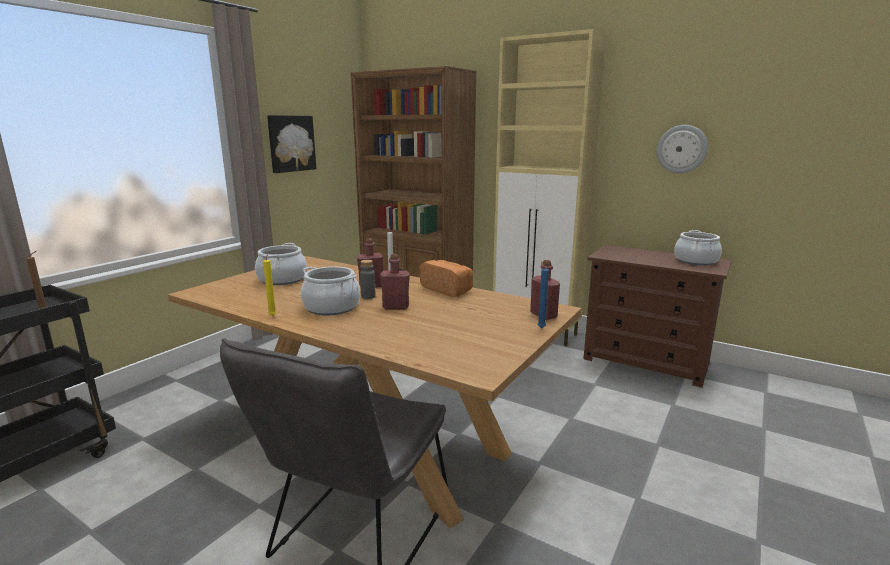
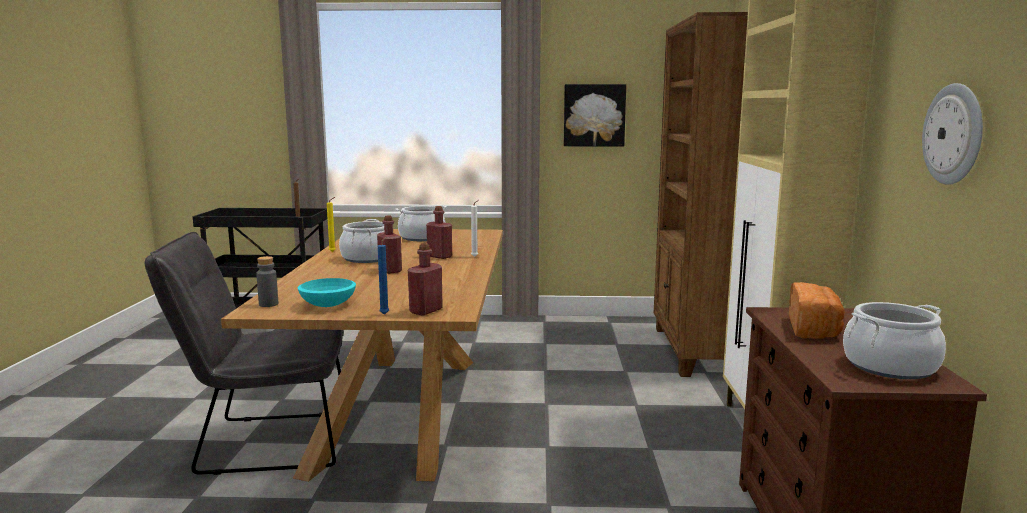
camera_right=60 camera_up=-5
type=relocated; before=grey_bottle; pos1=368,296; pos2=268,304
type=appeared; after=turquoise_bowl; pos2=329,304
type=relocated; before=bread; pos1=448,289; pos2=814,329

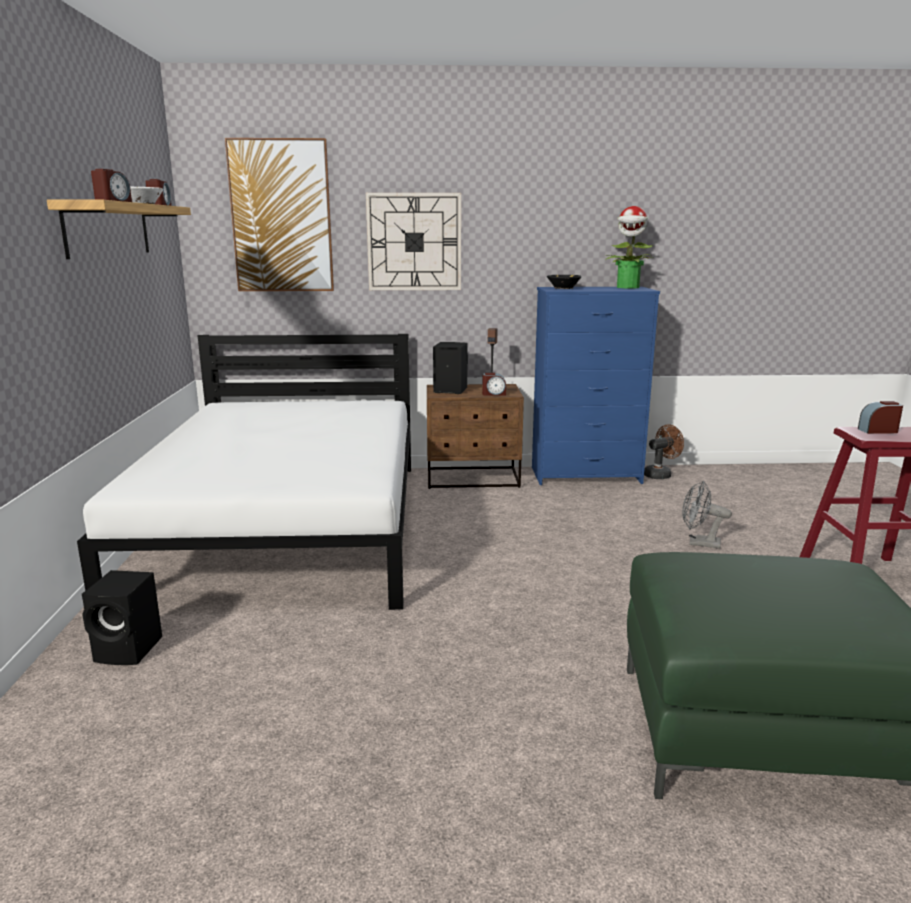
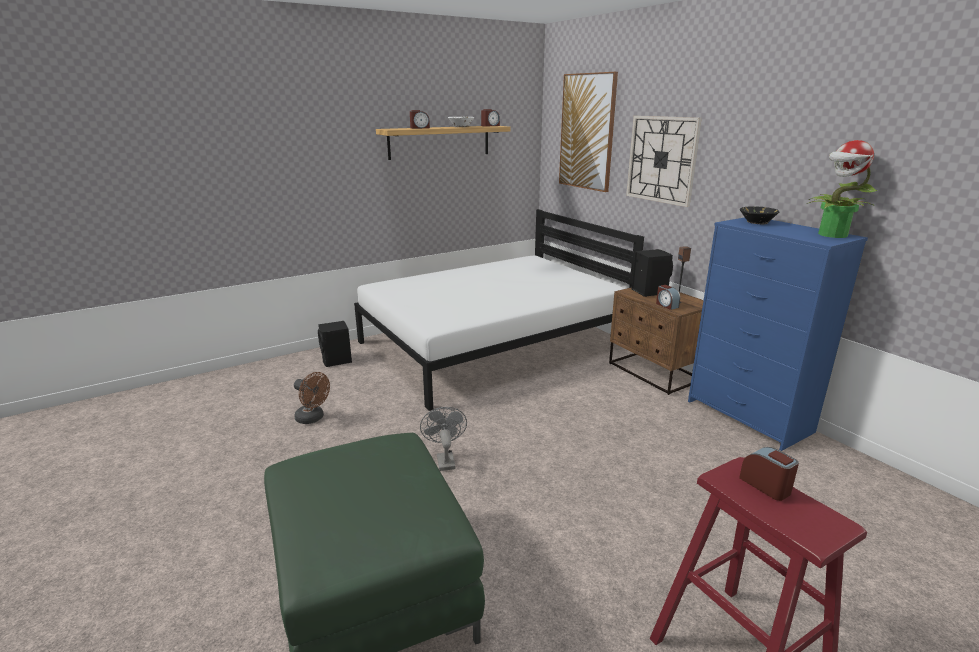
camera_right=60 camera_up=5
type=relocated; before=brown_fan; pos1=660,474; pos2=313,418
type=relocated; before=grey_fan; pos1=699,543; pos2=445,459

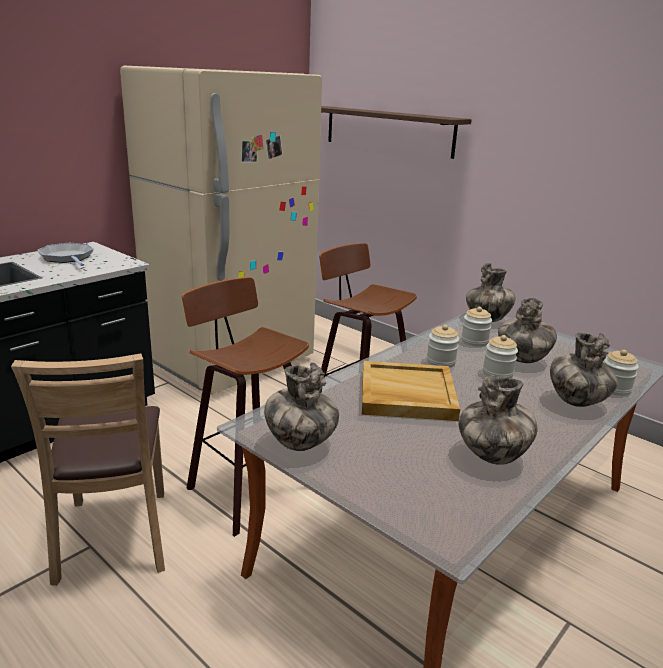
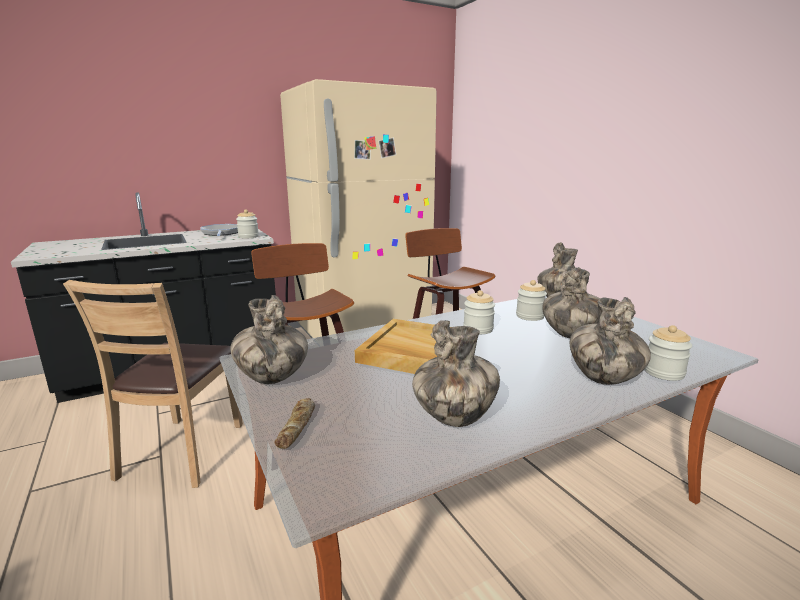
camera_right=20 camera_up=-5
type=relocated; before=jar; pos1=497,373; pos2=248,237
type=appeared; after=bread; pos2=297,426
type=missing; before=shelf; pos1=388,130

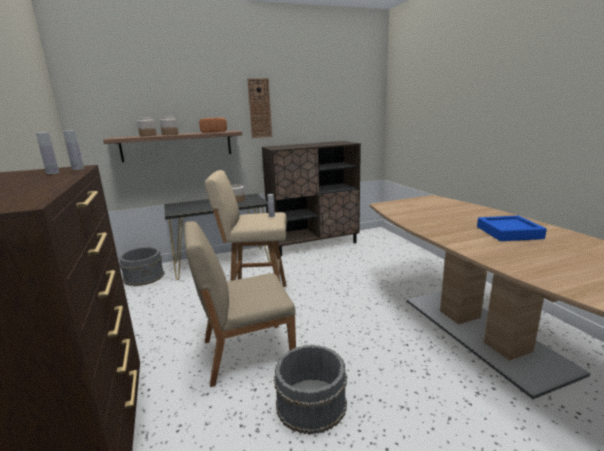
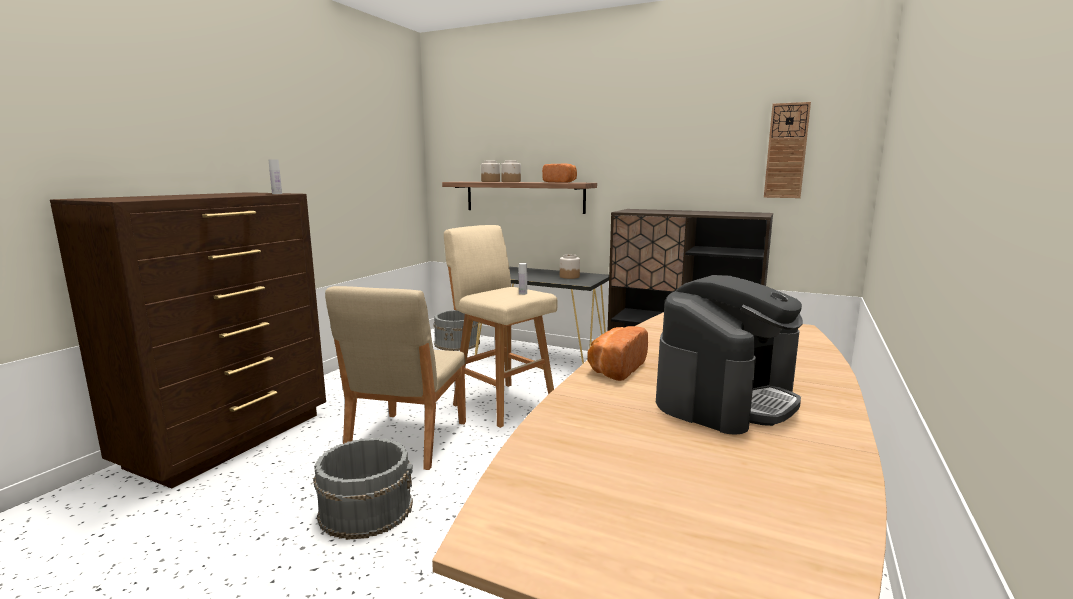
camera_right=45 camera_up=-5
type=spun; before=beige_chair; pos1=246,352; pos2=406,440; turn=-105
type=appeared; after=bread; pos2=615,368
type=exchanged; before=blue_tray; after=coffee_machine; pos1=508,232; pos2=726,398
type=relocated; before=wall_clock; pos1=259,108; pos2=786,151
type=missing; before=white_bottle; pos1=53,173

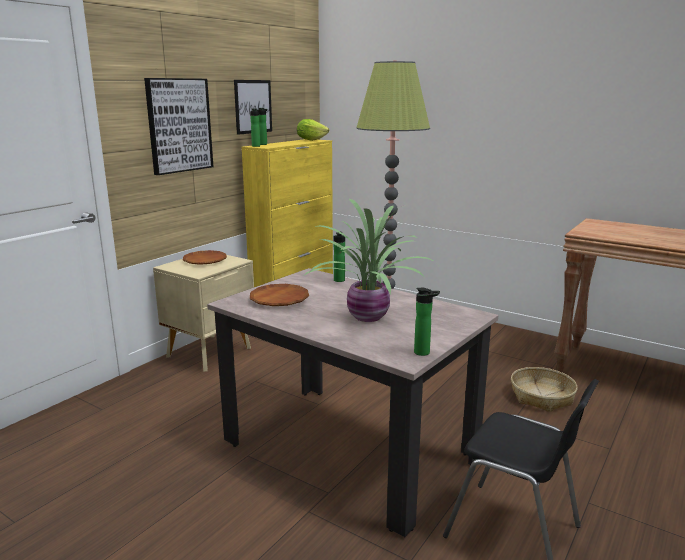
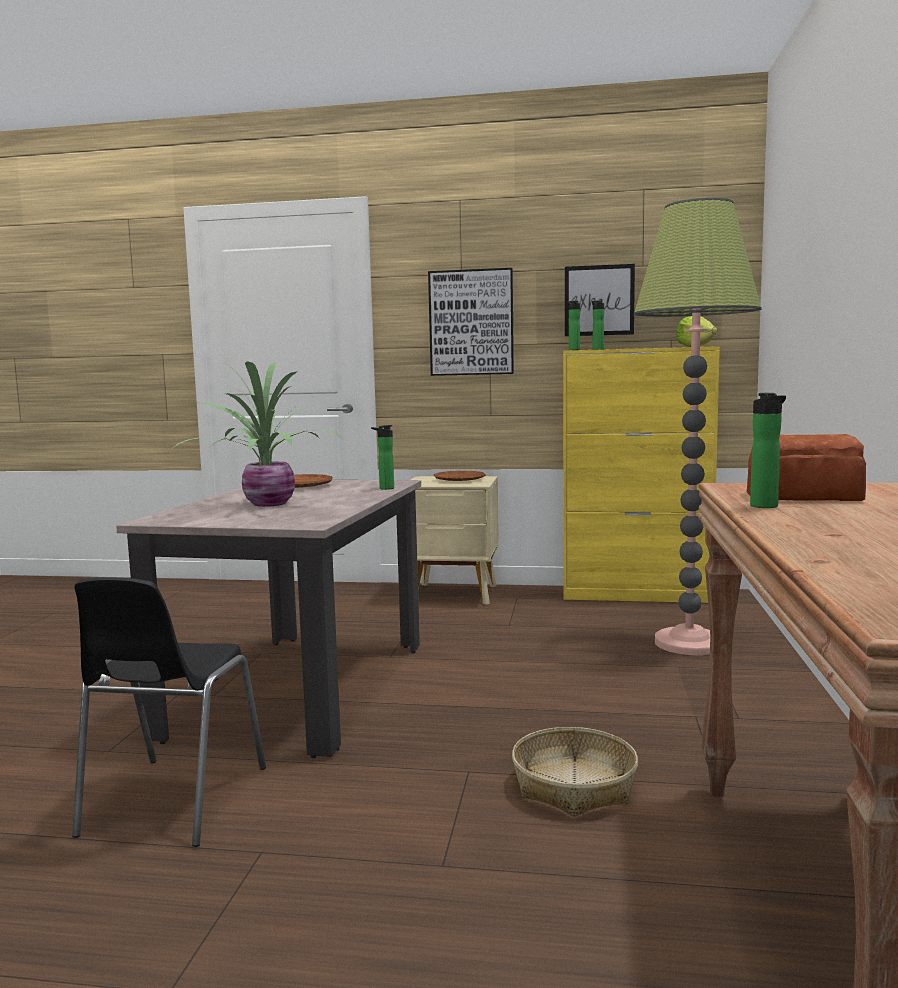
camera_right=65 camera_up=-10
type=appeared; after=bread; pos2=806,497
type=relocated; before=bottle; pos1=424,353; pos2=765,507

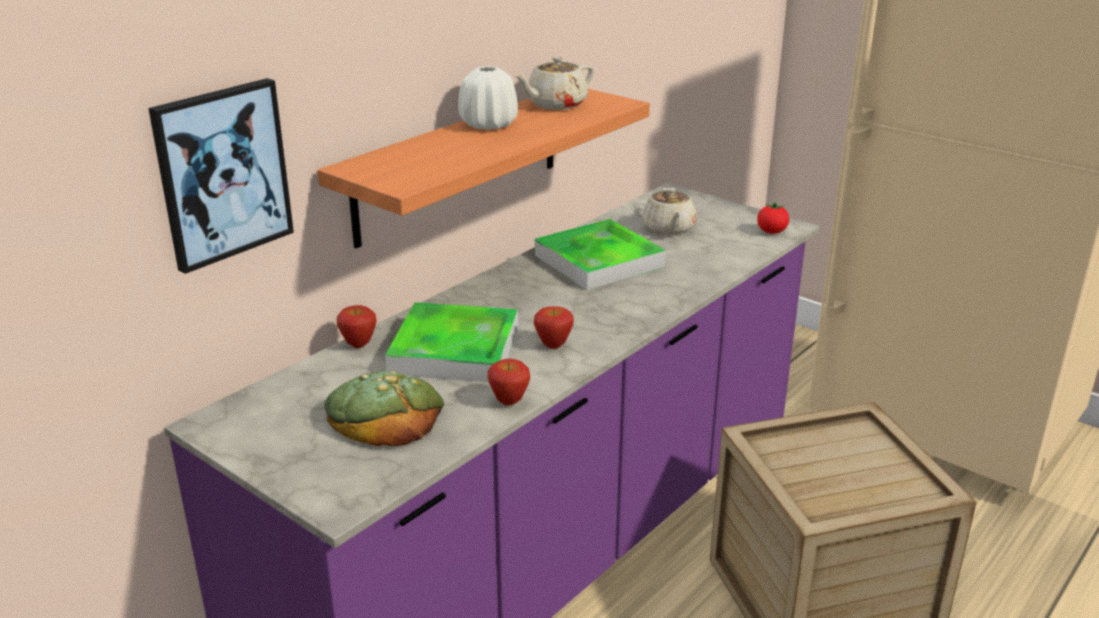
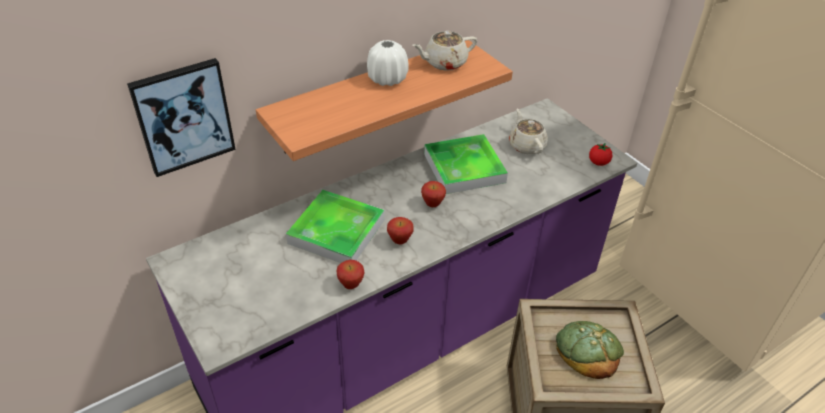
camera_right=15 camera_up=15
type=relocated; before=apple; pos1=359,345; pos2=432,204
type=spun; before=beige_teapot; pos1=668,228; pos2=526,145; turn=150
type=relocated; before=bread; pos1=385,415; pos2=588,350

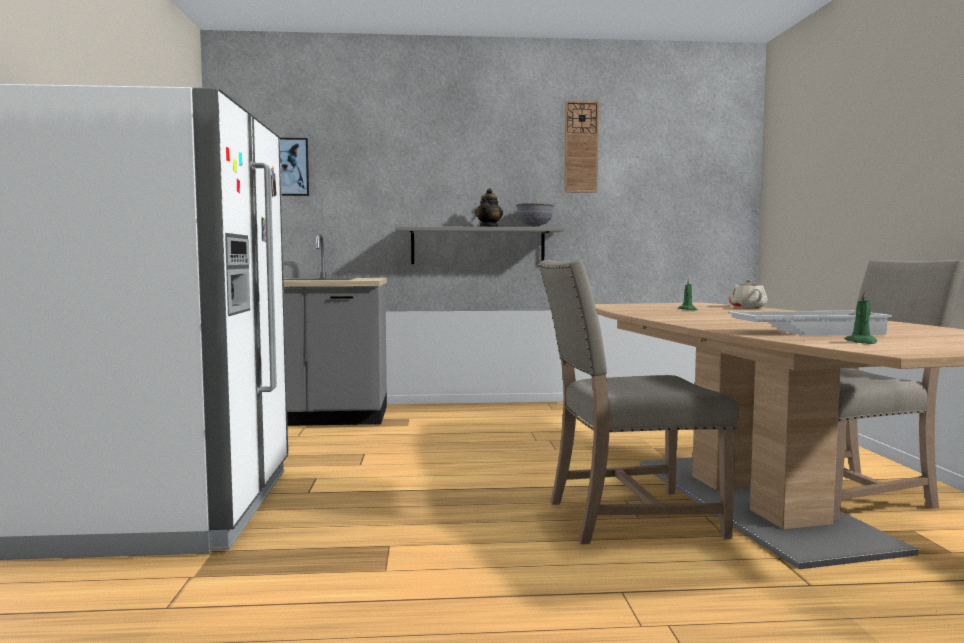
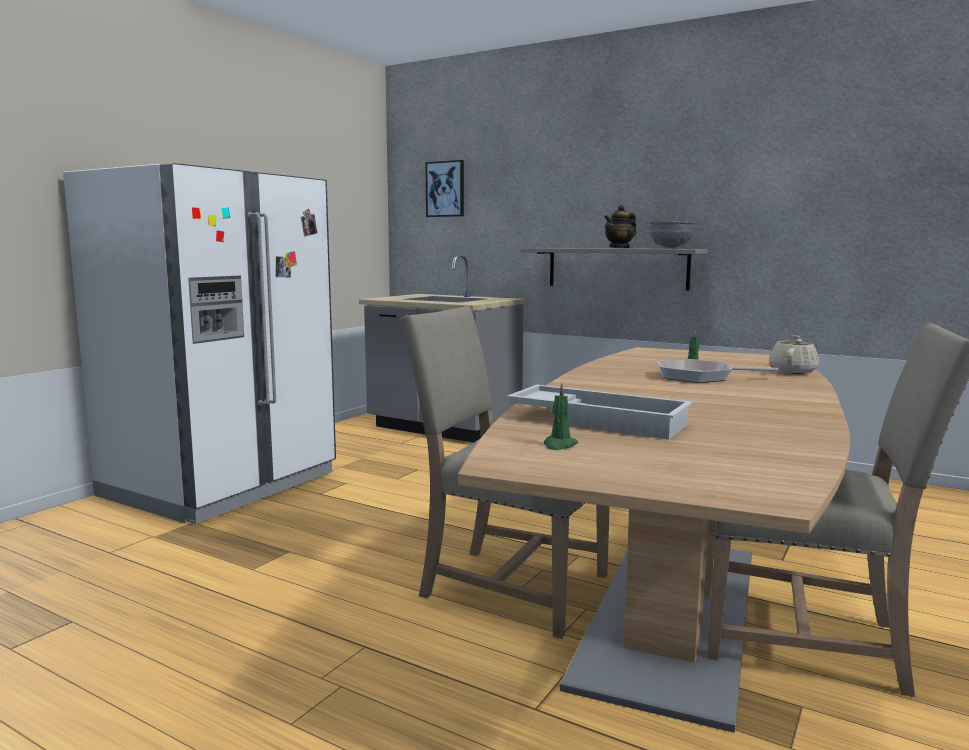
camera_right=35 camera_up=5
type=appeared; after=frying_pan; pos2=700,377
type=missing; before=wall_clock; pos1=581,147

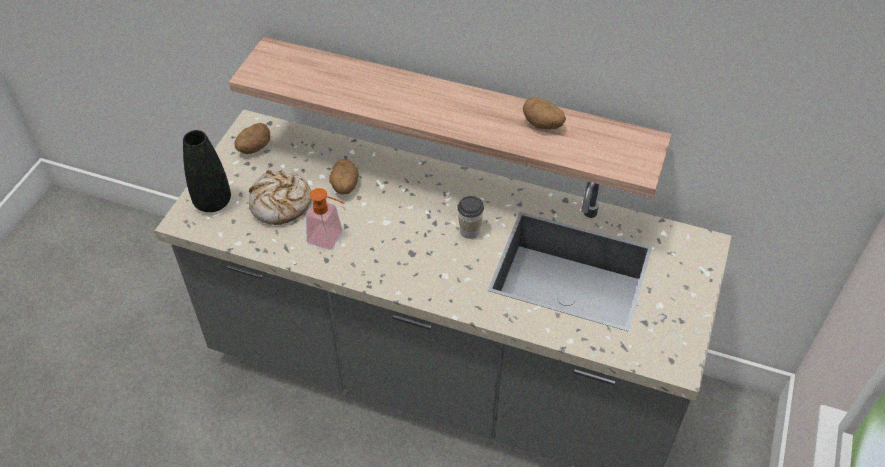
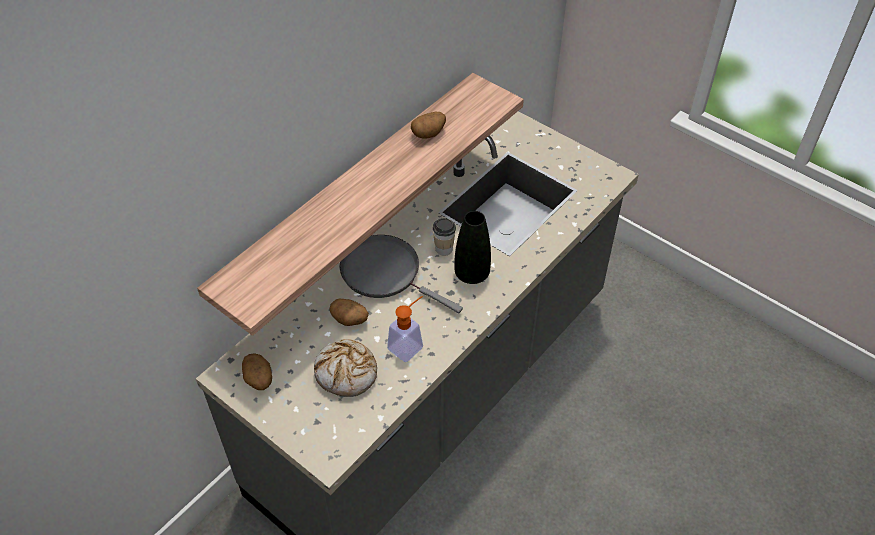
camera_right=-70 camera_up=0
type=appeared; after=grey_frying_pan; pos2=385,273
type=relocated; before=black_vase; pos1=213,202; pos2=472,274

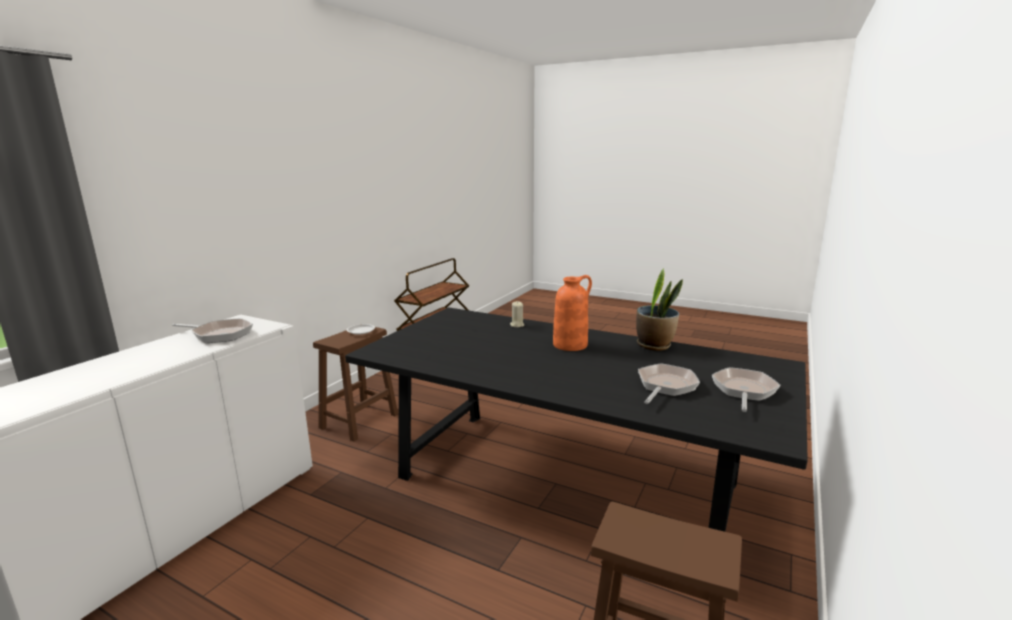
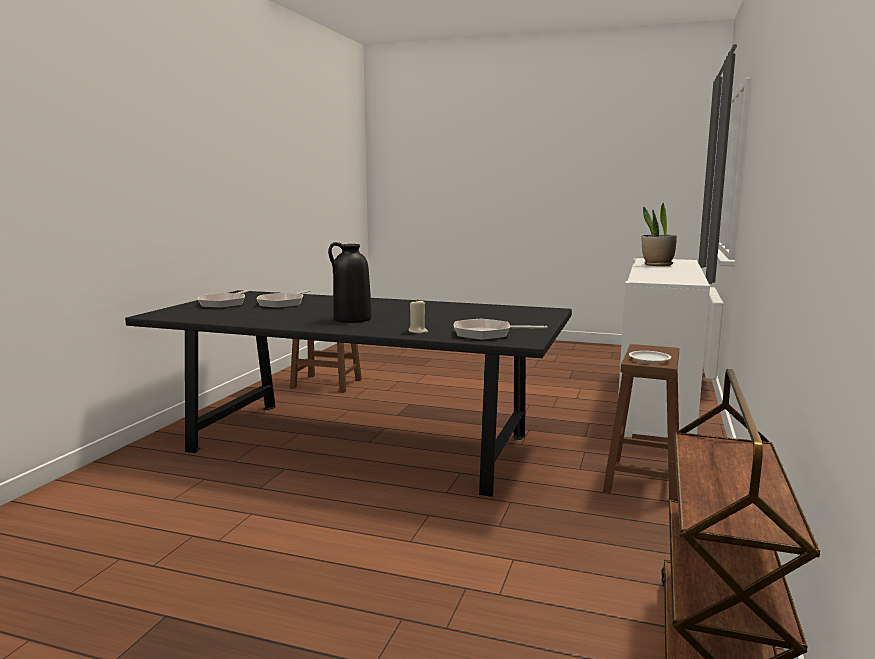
camera_right=170 camera_up=-5
type=colour; before=orange_vase; after=black_vase; pos1=570,344; pos2=352,319
type=relocated; before=frying_pan; pos1=219,334; pos2=487,334
type=relocated; before=potted_plant; pos1=654,345; pos2=657,265

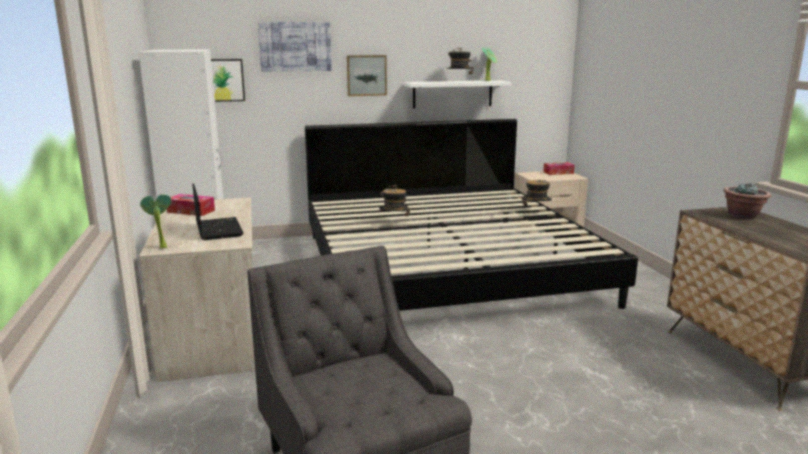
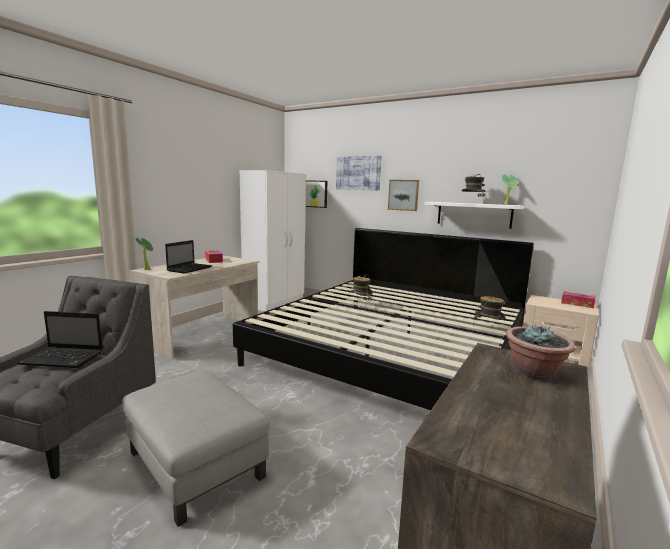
camera_right=45 camera_up=-5
type=appeared; after=laptop; pos2=64,358
type=appeared; after=grey_ottoman; pos2=197,464

